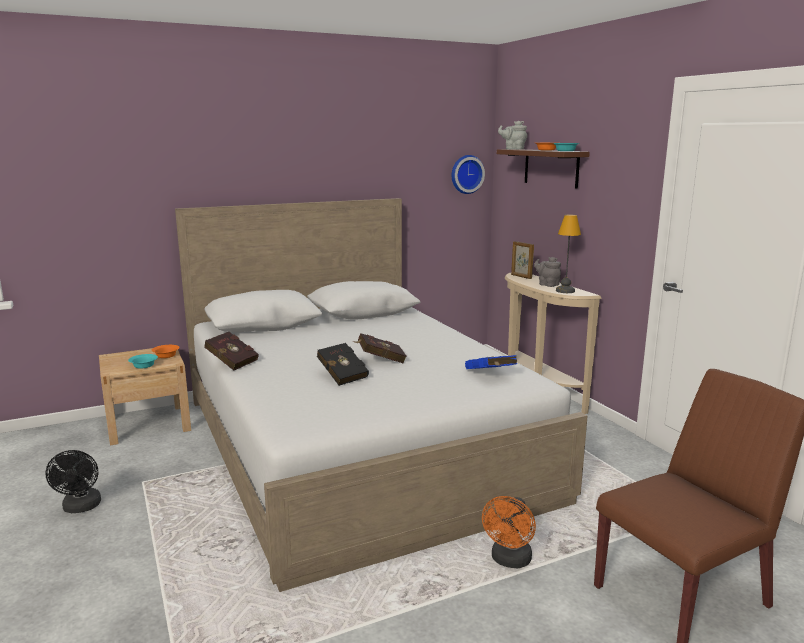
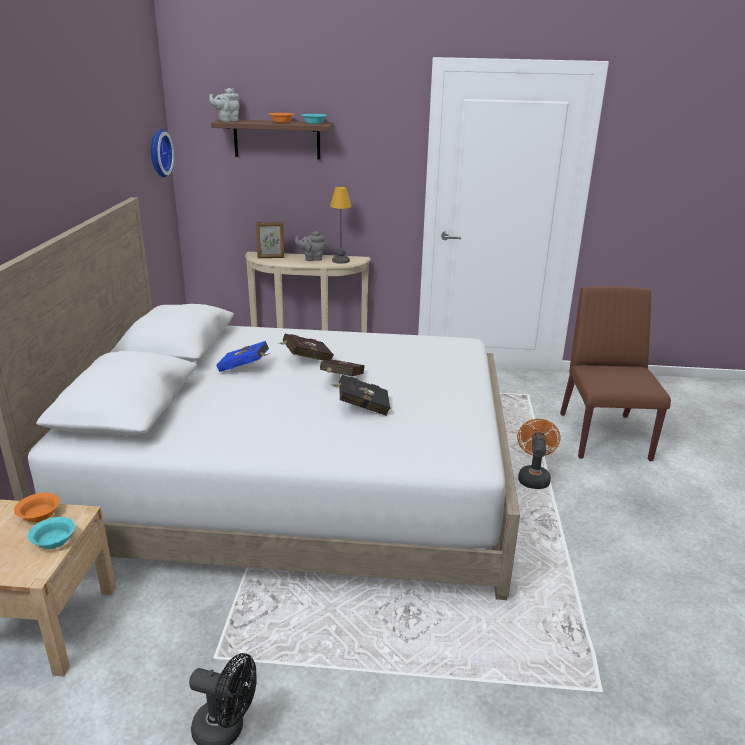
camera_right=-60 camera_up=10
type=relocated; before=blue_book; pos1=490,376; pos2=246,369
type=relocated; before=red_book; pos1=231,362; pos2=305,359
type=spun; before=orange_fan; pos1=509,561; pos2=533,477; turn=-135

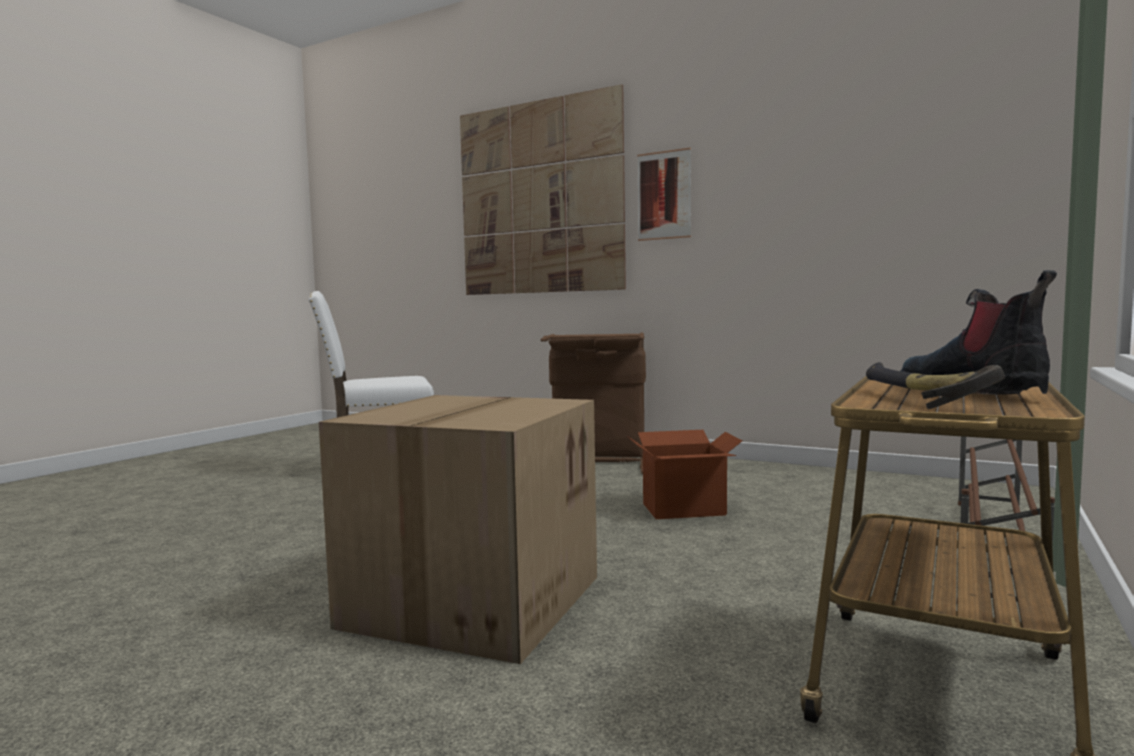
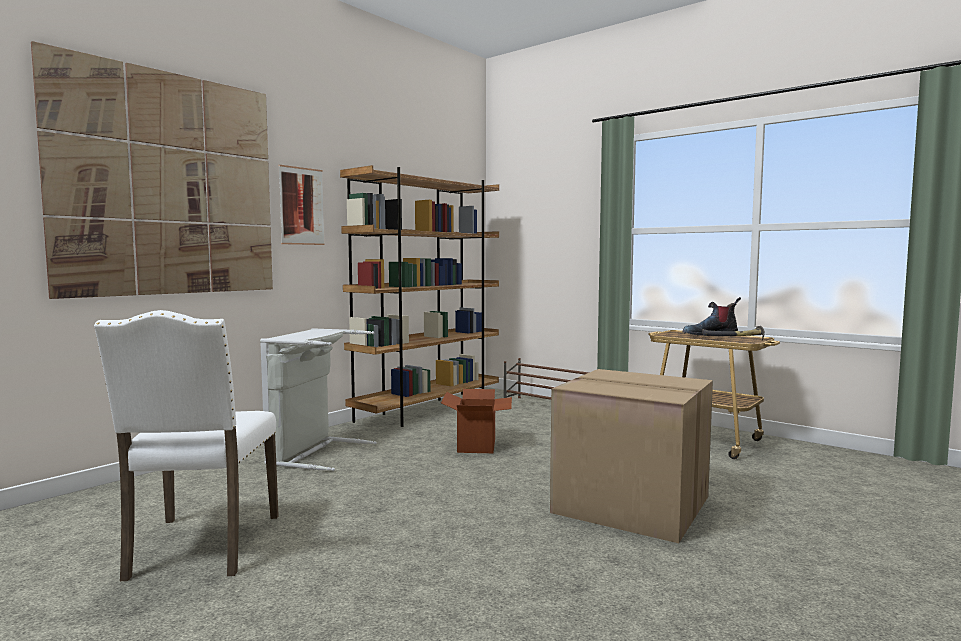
camera_right=-80 camera_up=0
type=colour; before=brown_laundry_basket; after=grey_laundry_basket; pos1=597,462; pos2=313,453
type=appeared; after=brown_bookcase; pos2=428,410

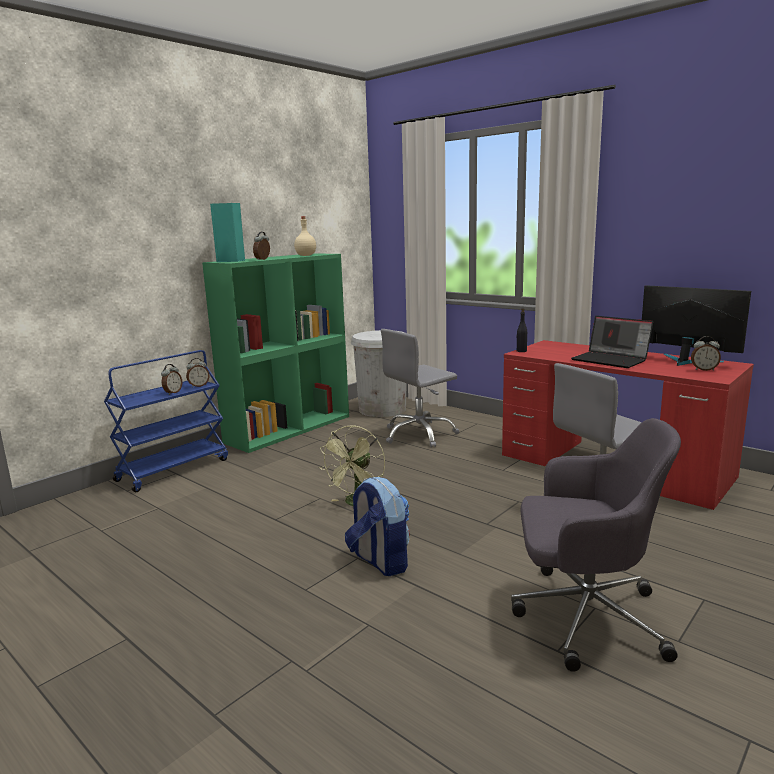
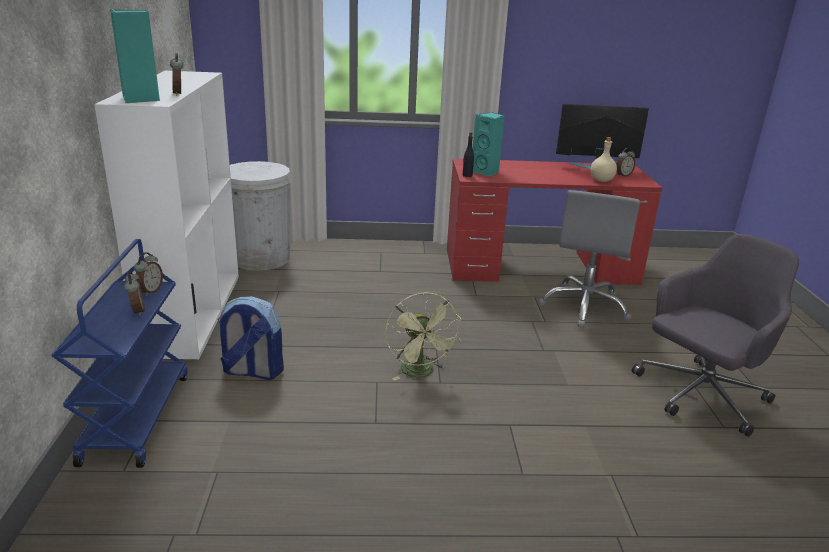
camera_right=-45 camera_up=10
type=colour; before=green_bookcase; after=white_bookcase; pos1=289,428; pos2=192,312
type=relocated; before=backpack; pos1=379,561; pos2=252,371
type=appeared; after=turquoise_speaker; pos2=486,172
type=relocated; before=beige_bottle; pos1=305,255; pos2=601,180
type=missing; before=grey_office_chair; pos1=419,434
type=missing; before=laptop; pos1=611,360

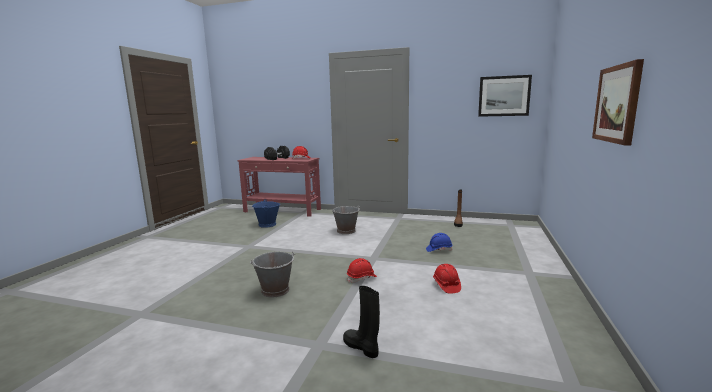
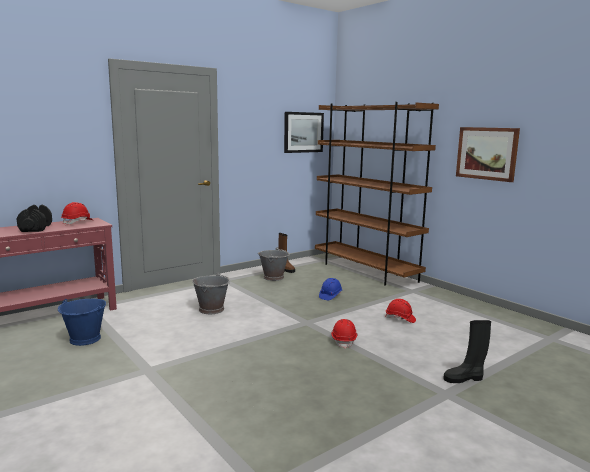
camera_right=-55 camera_up=0
type=relocated; before=grey_bucket; pos1=275,290; pos2=273,277
type=appeared; after=brown_bookcase; pos2=365,271

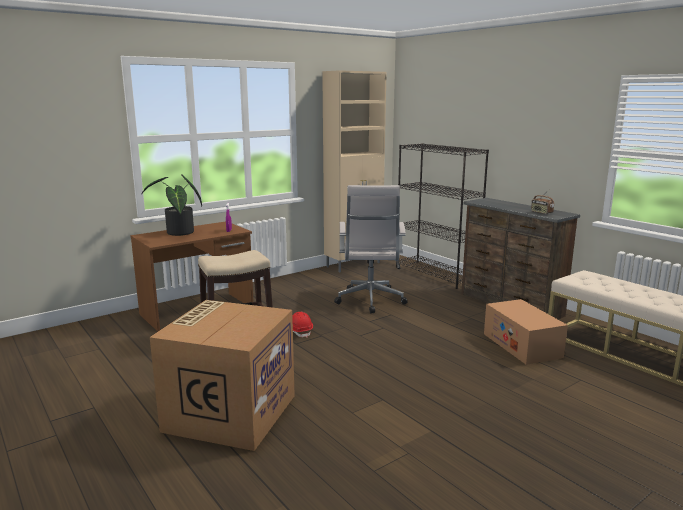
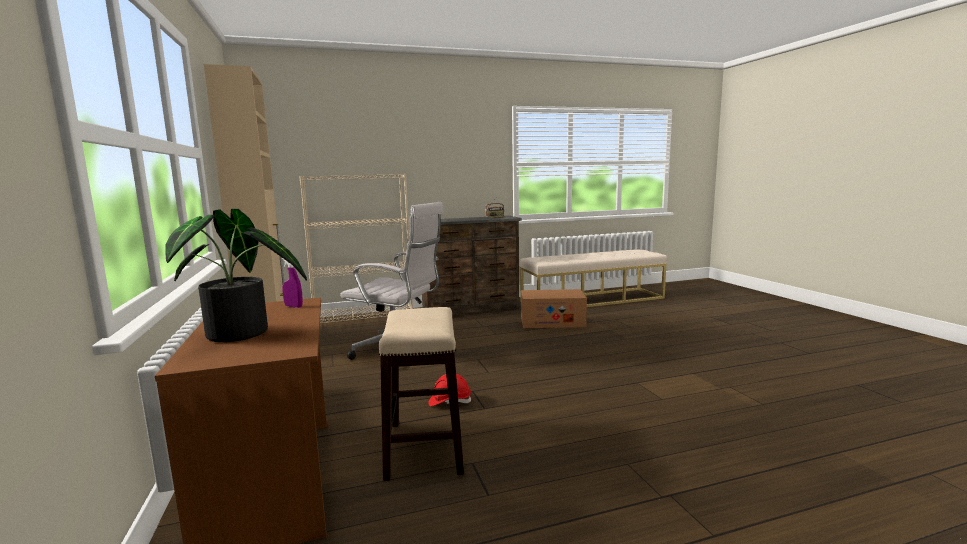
camera_right=-70 camera_up=-5
type=colour; before=black_bookcase; after=beige_bookcase; pos1=436,274; pos2=364,318
type=missing; before=cardboard_box; pos1=230,412

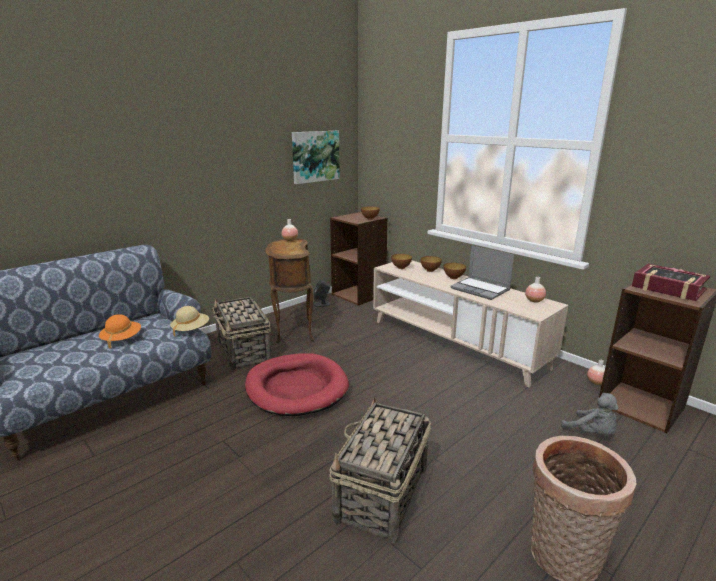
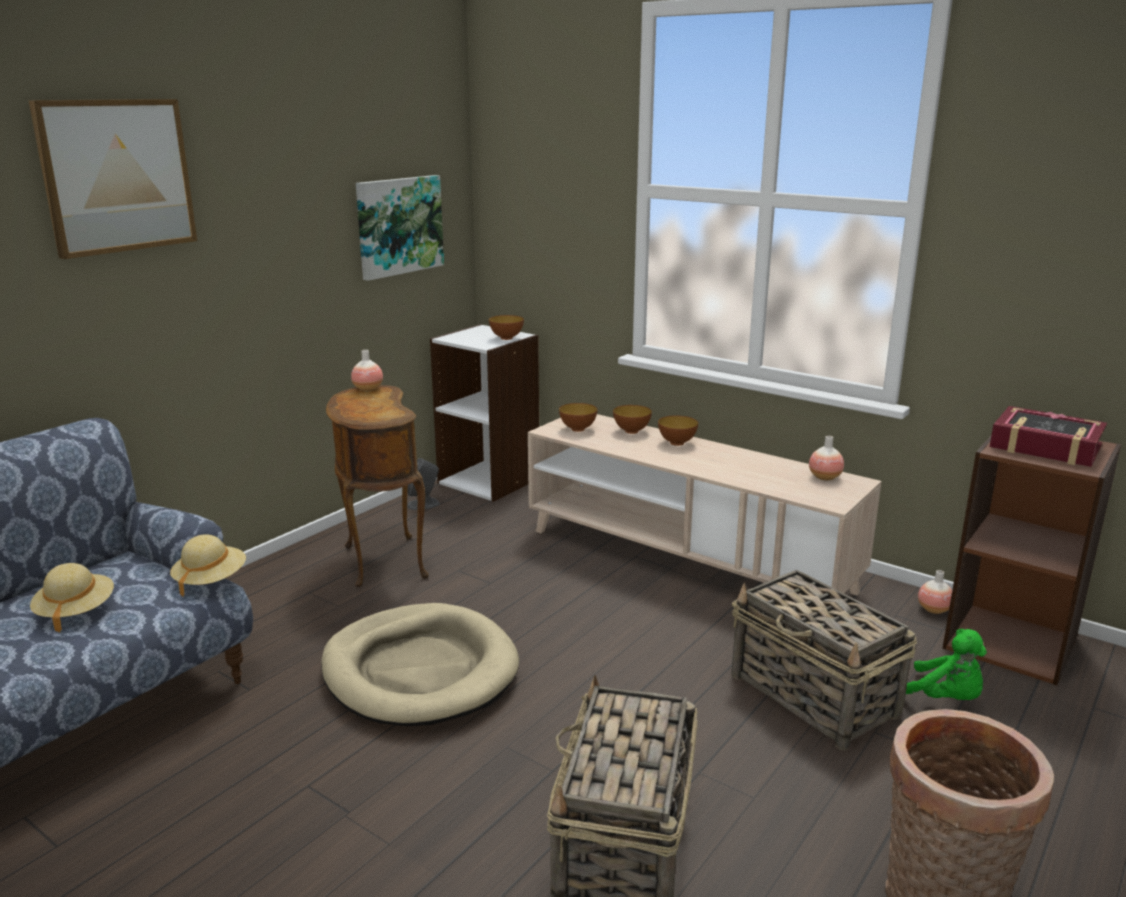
camera_right=-10 camera_up=0
type=appeared; after=picture; pos2=117,176
type=colour; before=orange_hat; after=beige_hat; pos1=121,339; pos2=76,611
type=colour; before=red_dog_bed; after=beige_dog_bed; pos1=296,388; pos2=420,671
type=colour; before=brown_bookcase; after=white_bookcase; pos1=359,294; pos2=489,480
type=relocated; before=basket; pos1=244,351; pos2=814,696
type=colour; before=grey_plush_toy; after=green_plush_toy; pos1=592,433; pos2=943,699
type=missing; before=laptop; pos1=481,289

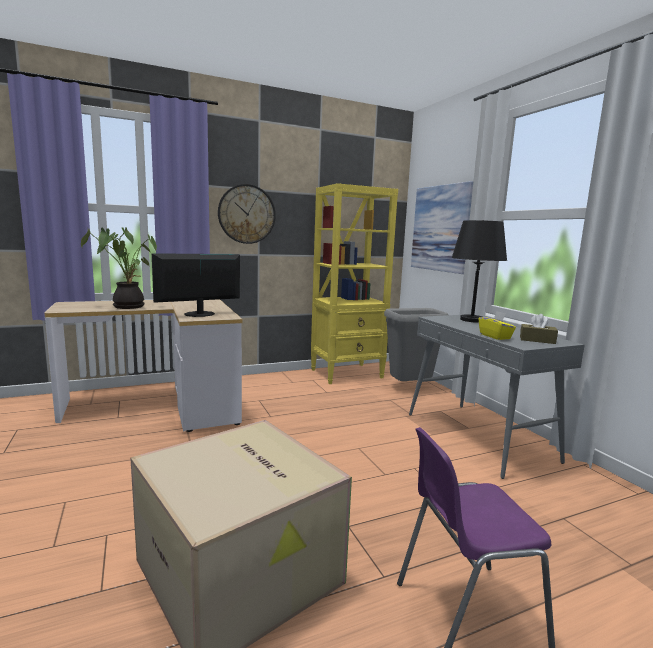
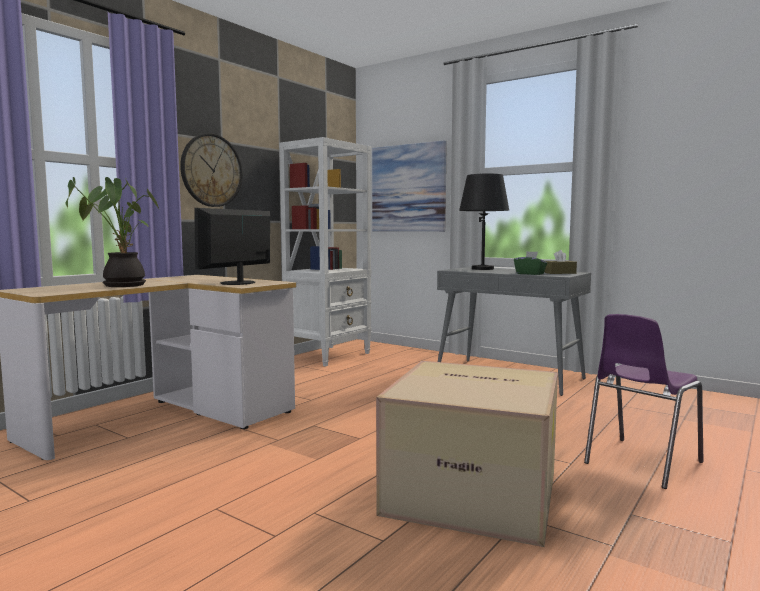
camera_right=-30 camera_up=-5
type=colour; before=yellow_bookcase; after=white_bookcase; pos1=347,373; pos2=329,355
type=colour; before=yellow_tissue_box; after=green_tissue_box; pos1=495,336; pos2=530,274
type=missing; before=grey_trash_can; pos1=410,387

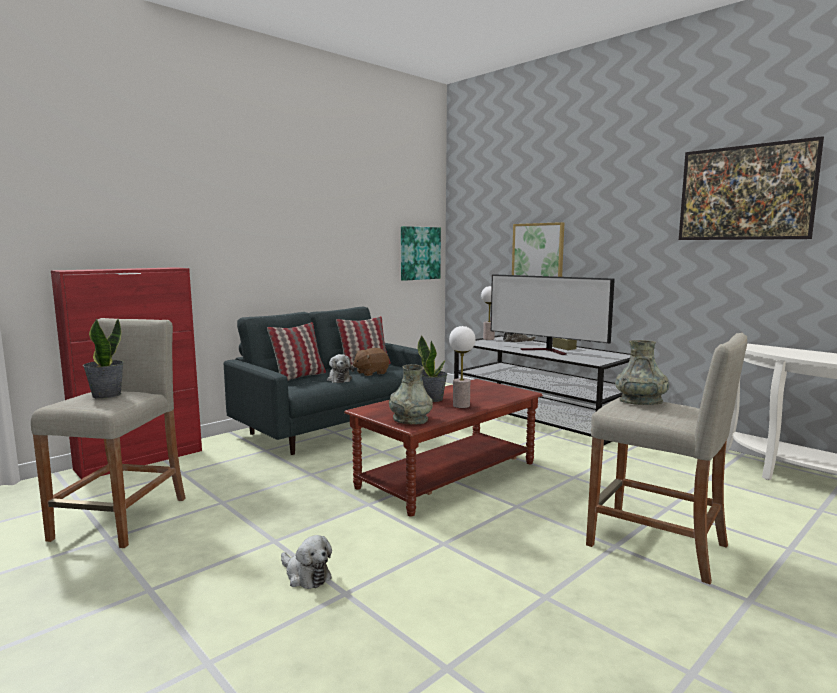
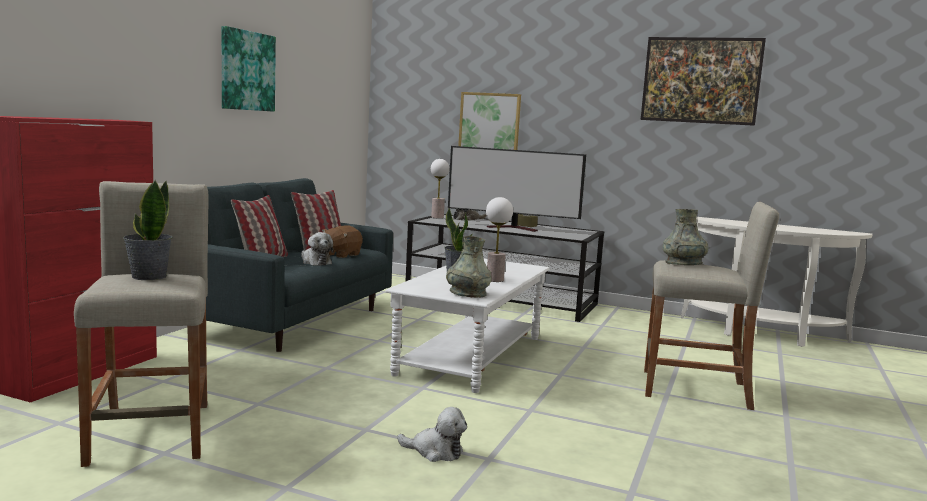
camera_right=-25 camera_up=0
type=relocated; before=picture; pos1=419,253; pos2=247,71
type=colour; before=brown_coffee_table; after=white_coffee_table; pos1=448,475; pos2=471,355

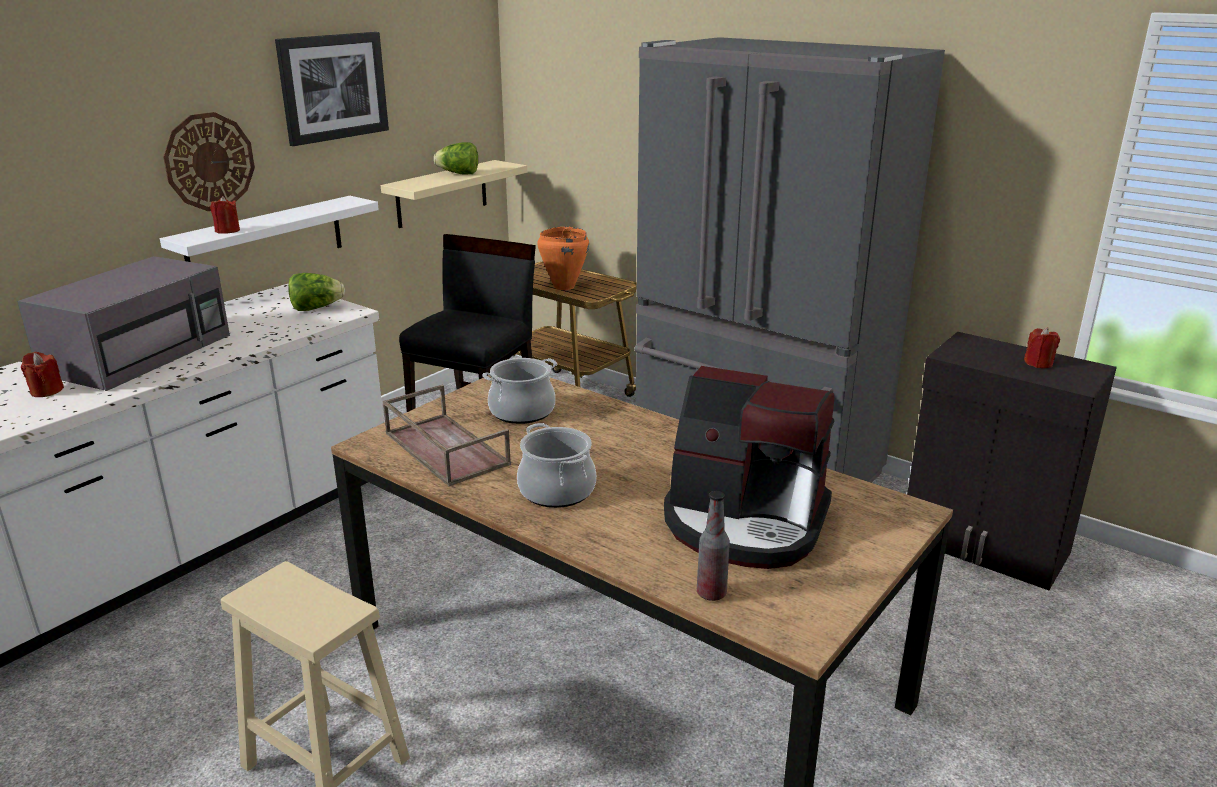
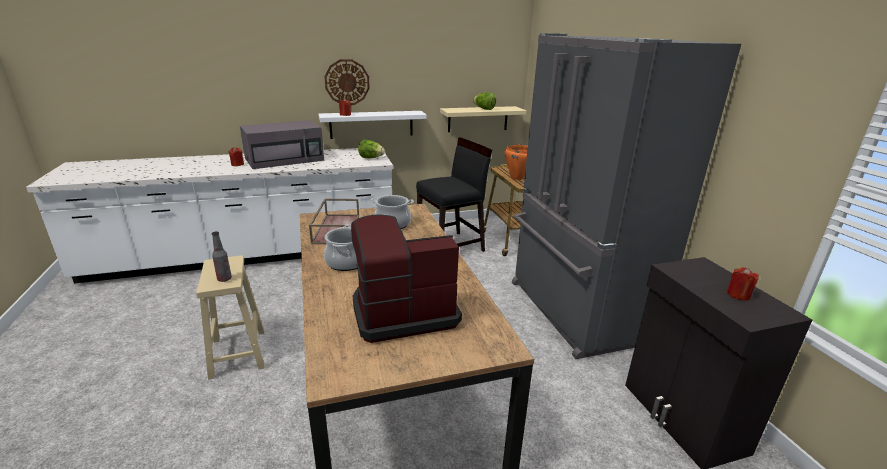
camera_right=35 camera_up=0
type=relocated; before=bottle; pos1=711,593; pos2=224,279
type=spun; before=coffee_machine; pos1=745,523; pos2=402,312; turn=105
type=missing; before=picture; pos1=333,87

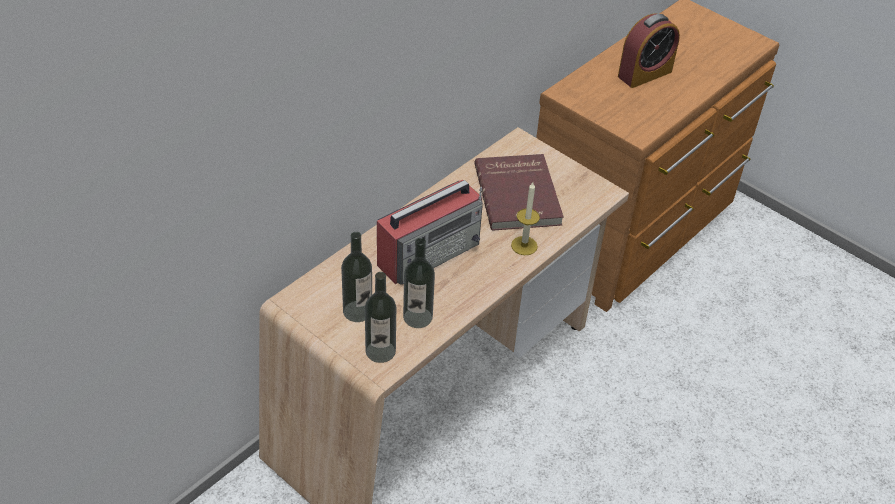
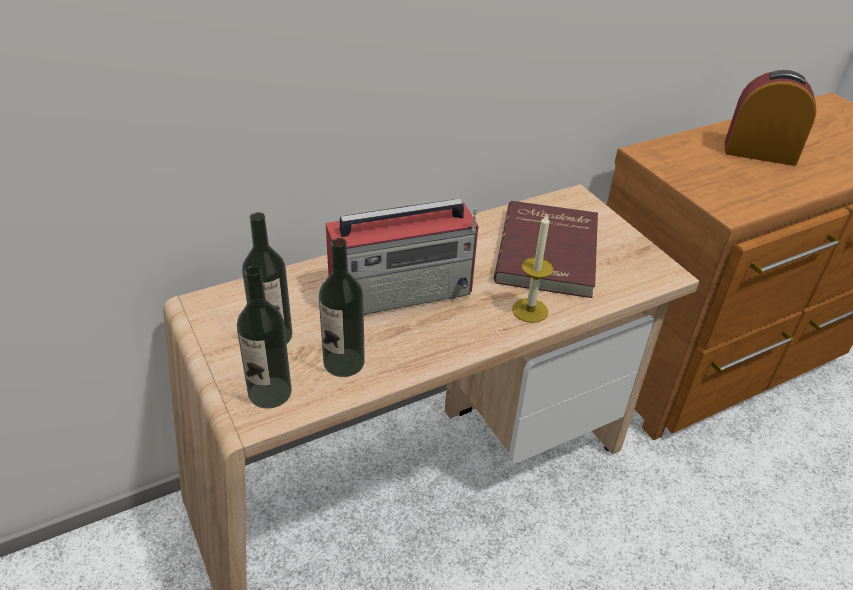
camera_right=20 camera_up=-5
type=spun; before=alarm_clock; pos1=644,74; pos2=759,153; turn=-150

